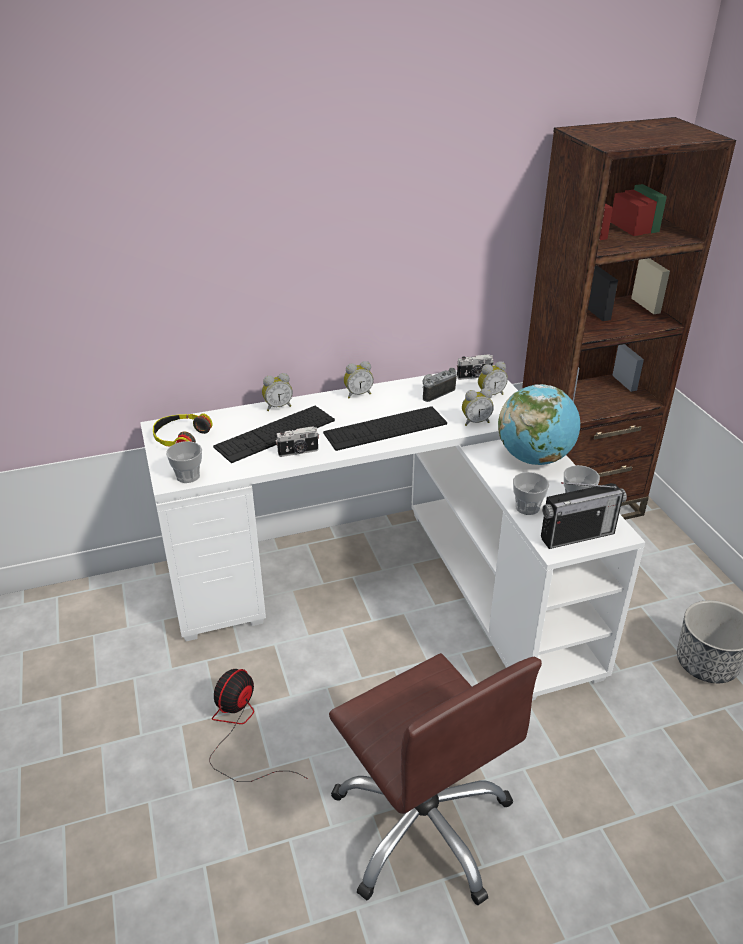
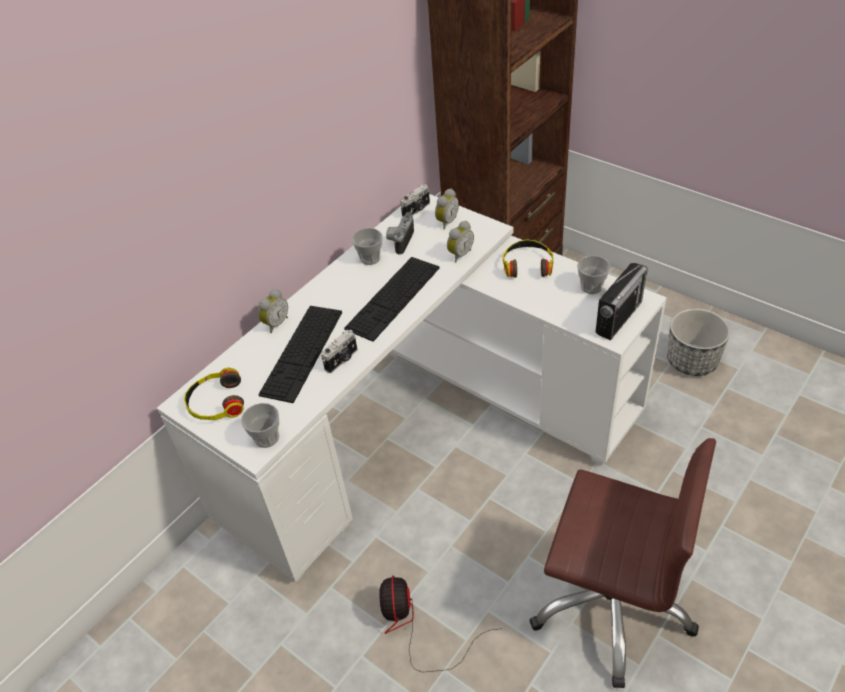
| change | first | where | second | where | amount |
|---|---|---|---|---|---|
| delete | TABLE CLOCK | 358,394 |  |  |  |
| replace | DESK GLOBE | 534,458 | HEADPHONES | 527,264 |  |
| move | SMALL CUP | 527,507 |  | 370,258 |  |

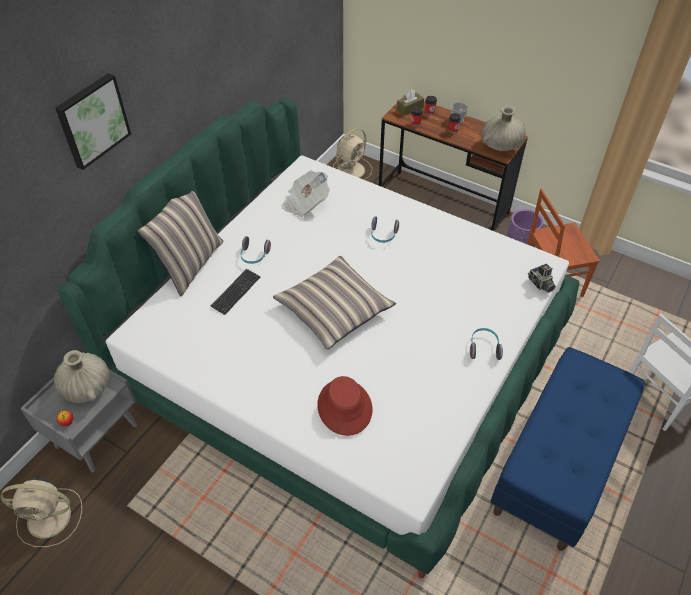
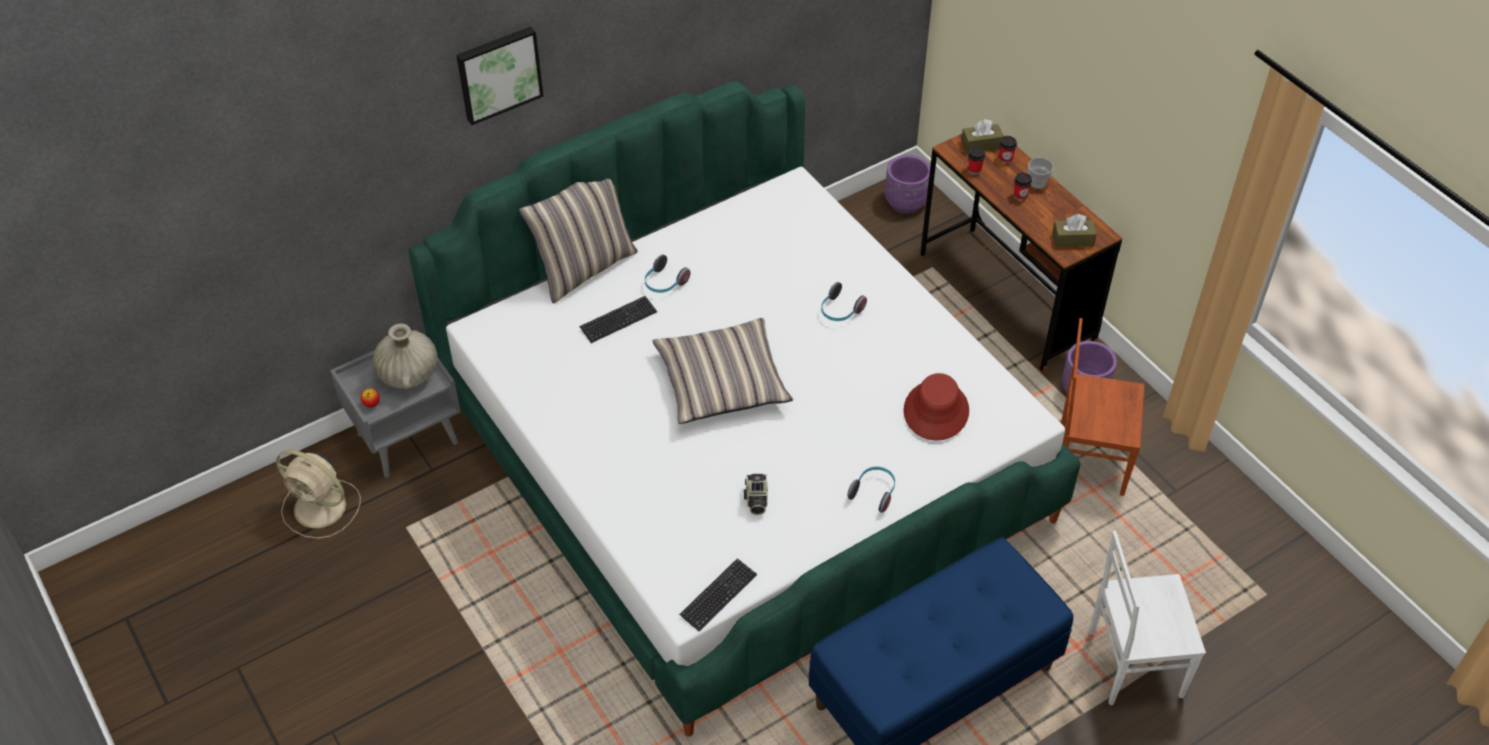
| change | first | where | second | where | amount |
|---|---|---|---|---|---|
| replace | SAND-COLOURED DECORATIVE VASE | 501,145 | BROWN-COLOURED TISSUE BOX | 1073,239 |  |
| replace | SAND-COLOURED COOLING FAN | 352,169 | PURPLE PLANT POT | 905,203 |  |
| delete | PRINTED PAPER | 305,203 |  |  |  |
| move | STILL CAMERA | 540,284 |  | 755,500 |  |
| move | REDDISH CLOTHING HAT | 344,407 |  | 935,411 |  |
| insert |  |  | KEYBOARD | 718,595 |  |

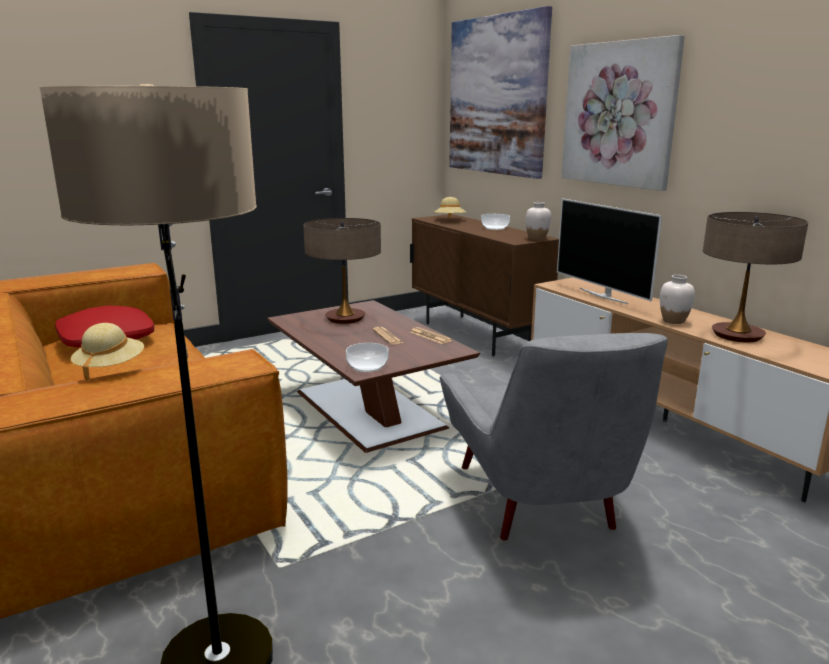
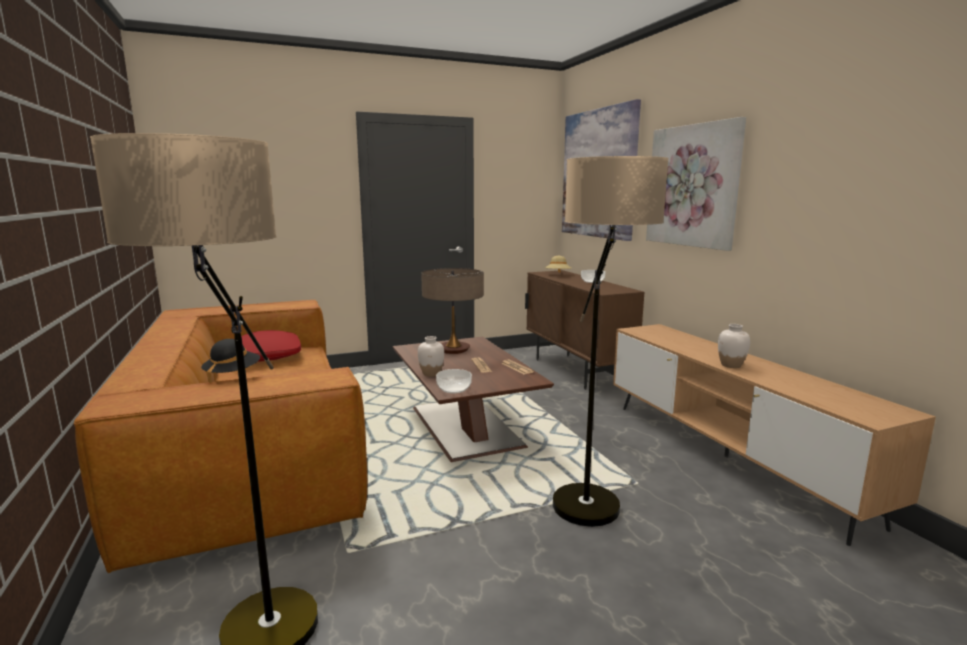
| change | first | where | second | where | amount |
|---|---|---|---|---|---|
| delete | TELEVISION | 603,296 |  |  |  |
| move | WHITE DECORATIVE VASE | 537,238 |  | 431,374 |  |
| delete | TABLETOP LAMP | 737,335 |  |  |  |
| recolor | SAND-COLOURED CLOTHING HAT | 110,368 | BLACK CLOTHING HAT | 232,374 |  |
| replace | GREY LOUNGE CHAIR | 542,505 | STANDING LAMP | 590,523 |  |

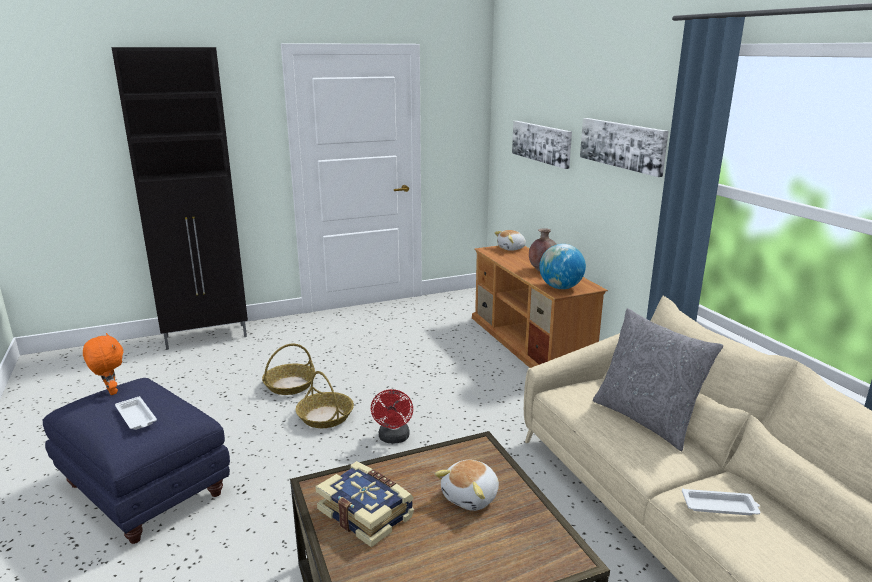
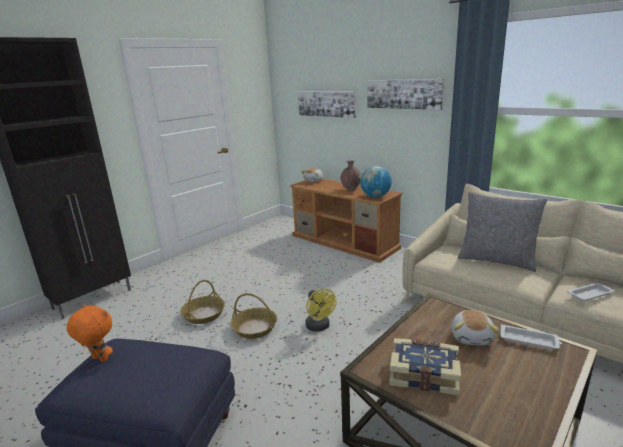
| change | first | where | second | where | amount |
|---|---|---|---|---|---|
| recolor | REDDISH COOLING FAN | 393,438 | YELLOWISH COOLING FAN | 319,327 |  |
| move | WHITE SERVING TRAY | 136,417 |  | 529,340 |  |

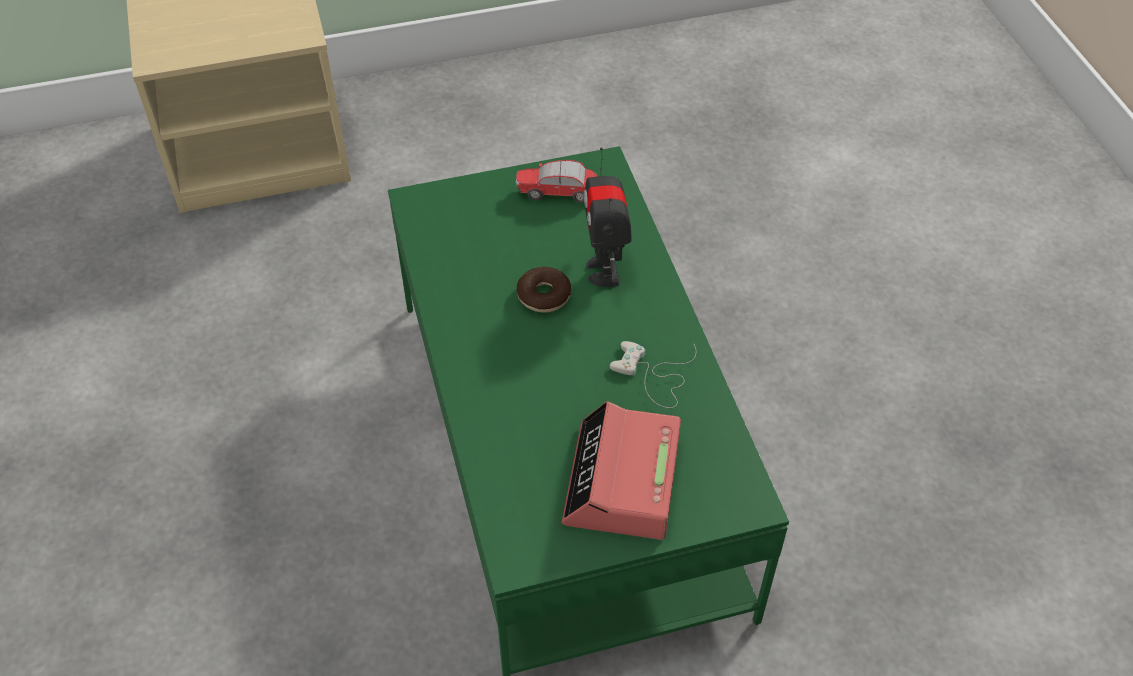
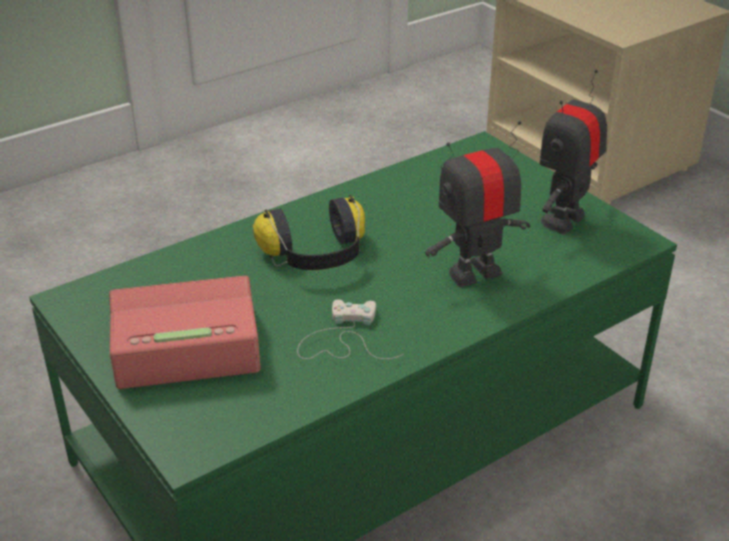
| change | first | where | second | where | amount |
|---|---|---|---|---|---|
| replace | MODEL CAR | 558,193 | MODEL ROBOT | 563,220 |  |
| delete | DOUGHNUT | 544,296 |  |  |  |
| insert |  |  | HEADPHONES | 316,256 |  |

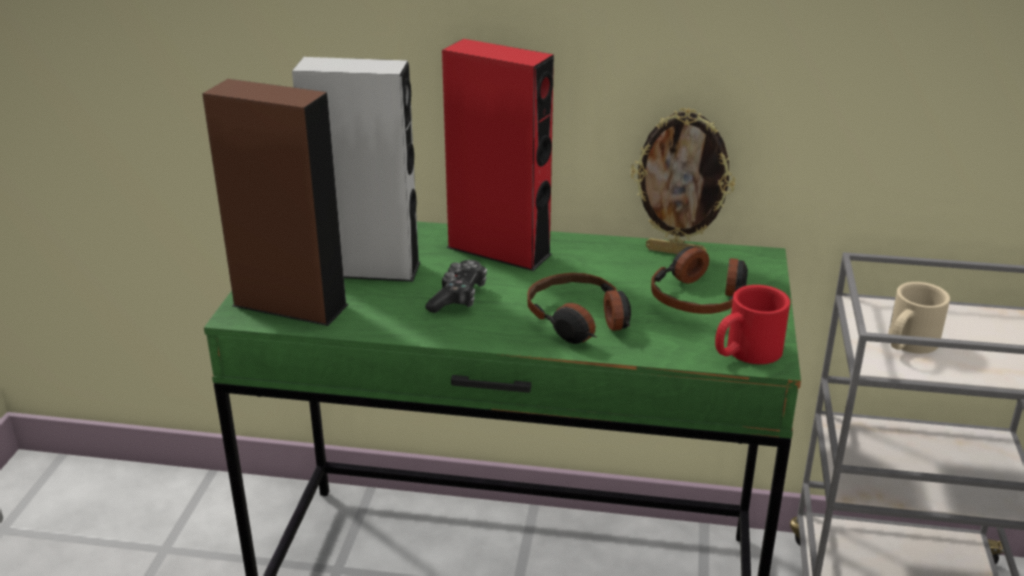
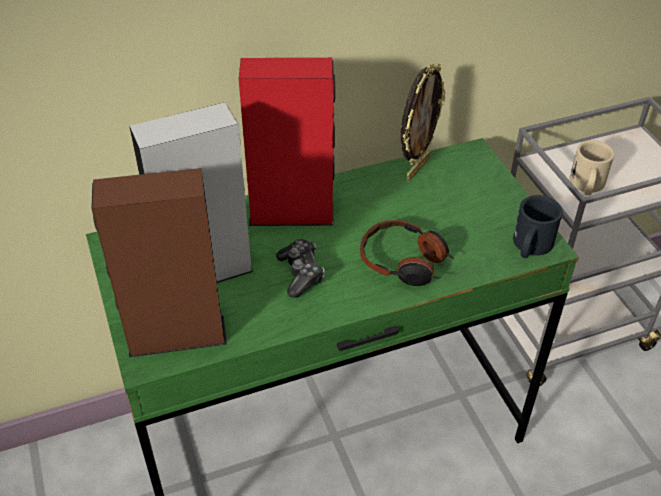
| change | first | where | second | where | amount |
|---|---|---|---|---|---|
| rotate | STANDING FRAME | 676,252 |  | 416,168 | 45 degrees counterclockwise |
| delete | HEADPHONES | 700,297 |  |  |  |
| recolor | REDDISH COFFEE MUG | 745,353 | BLACK COFFEE MUG | 530,247 |  |

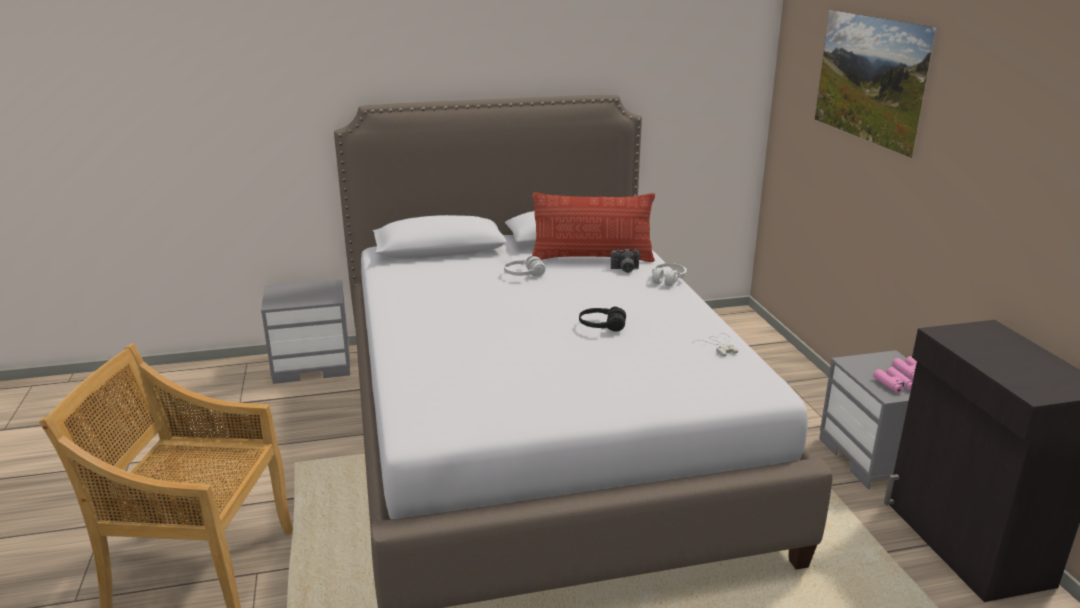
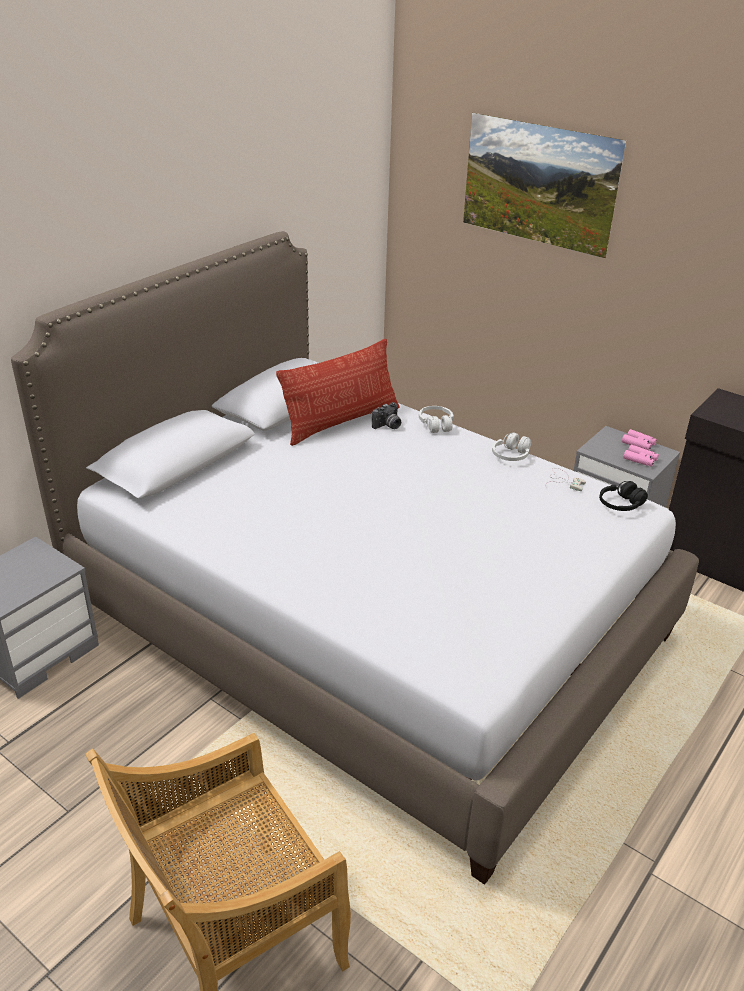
| change | first | where | second | where | amount |
|---|---|---|---|---|---|
| move | WHITE HEADPHONES | 524,275 |  | 511,455 |  |
| move | BLACK HEADPHONES | 602,326 |  | 621,505 |  |

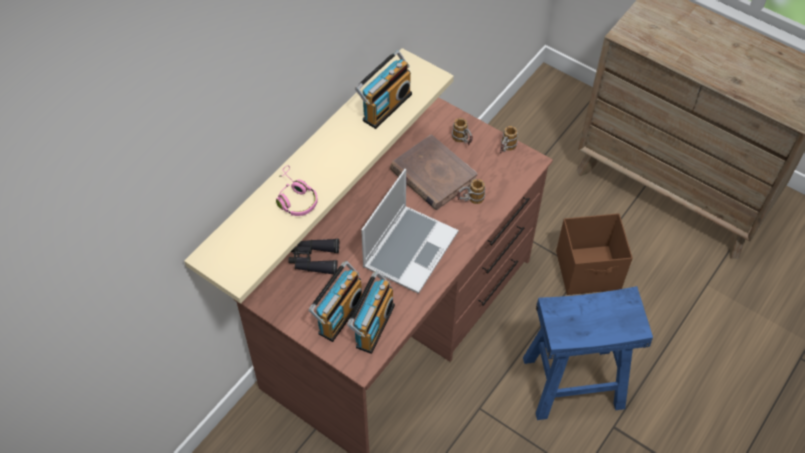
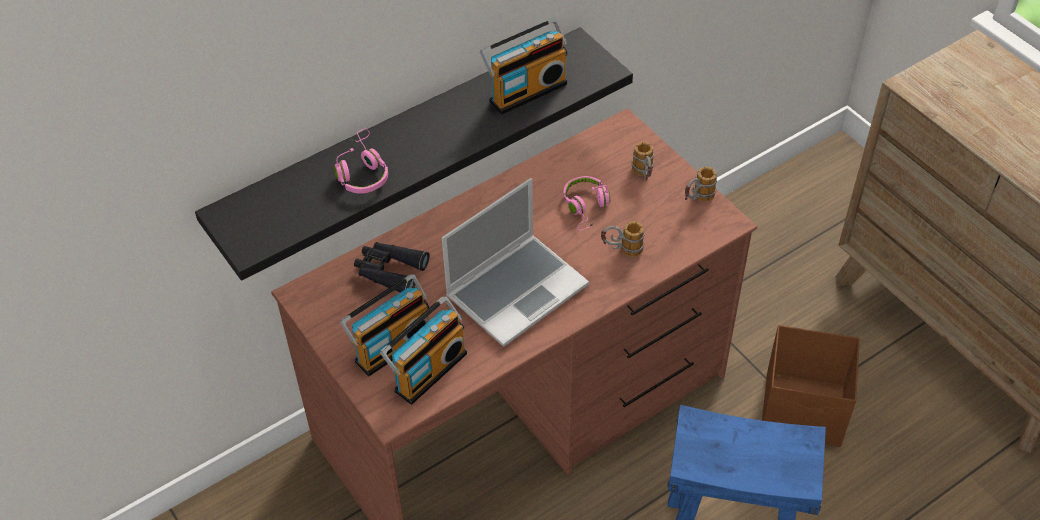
| change | first | where | second | where | amount |
|---|---|---|---|---|---|
| recolor | SAND-COLOURED BRACKET SHELF | 303,164 | BLACK BRACKET SHELF | 402,141 |  |
| replace | BROWN-COLOURED BOUND BOOK | 432,175 | PINKISH HEADPHONES | 586,207 |  |

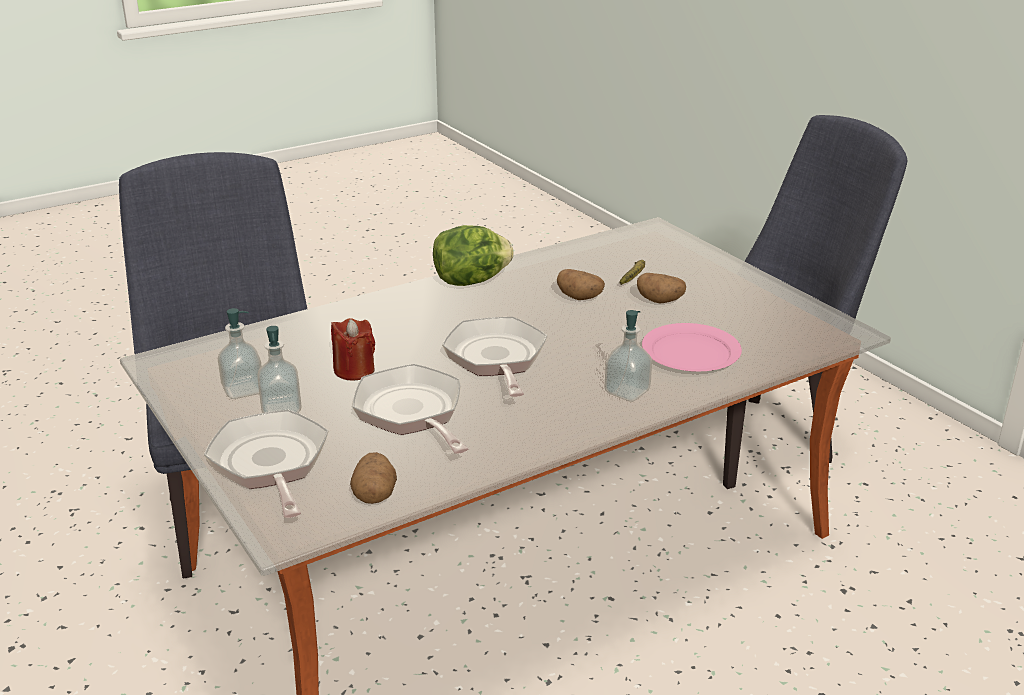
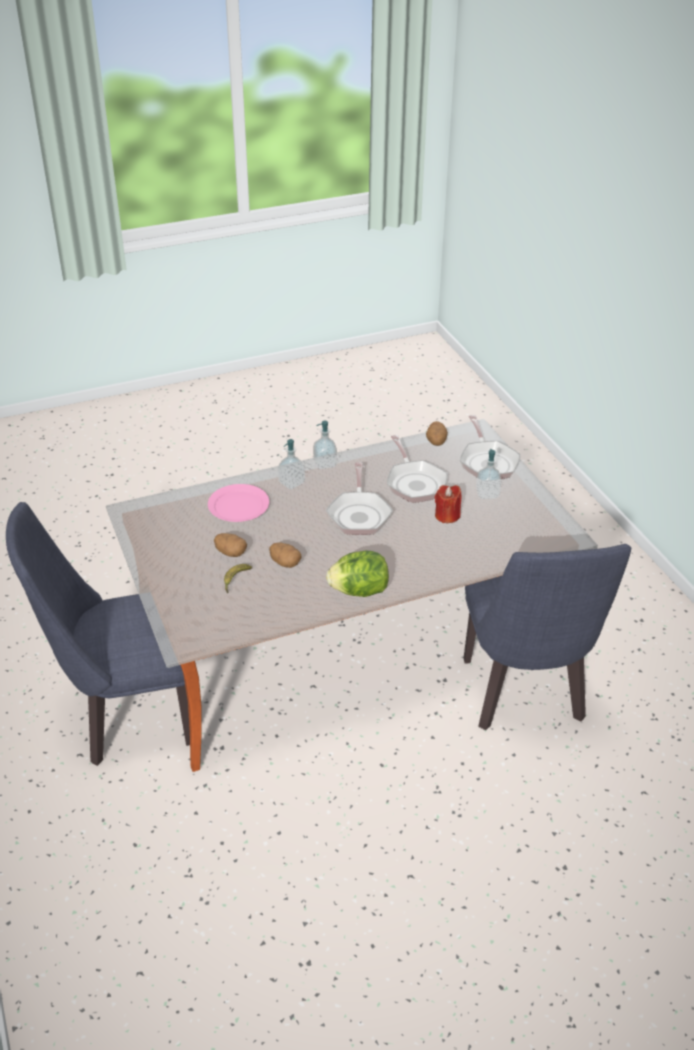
| change | first | where | second | where | amount |
|---|---|---|---|---|---|
| move | LIQUID SOAP BOTTLE | 243,390 |  | 325,463 |  |

